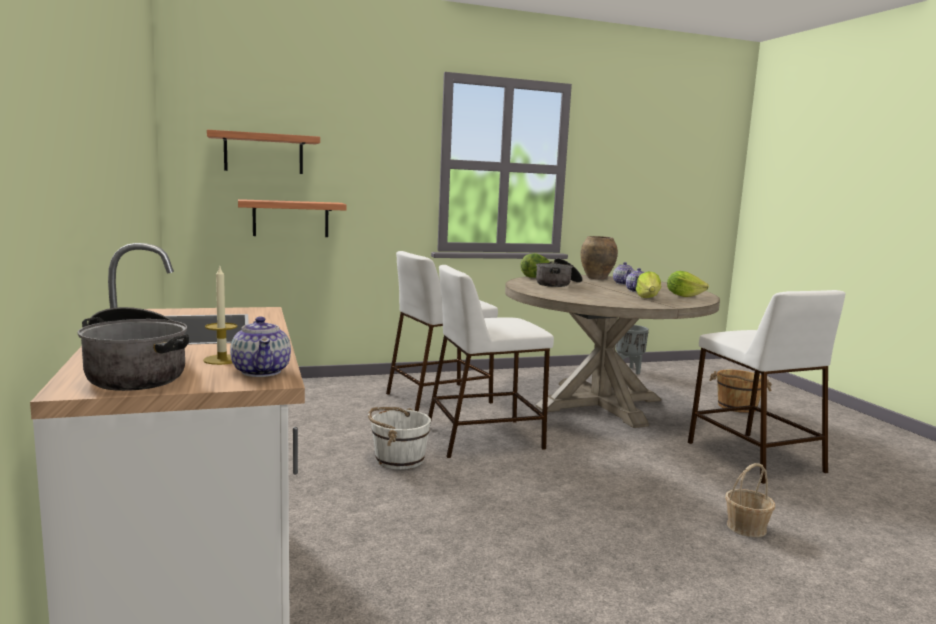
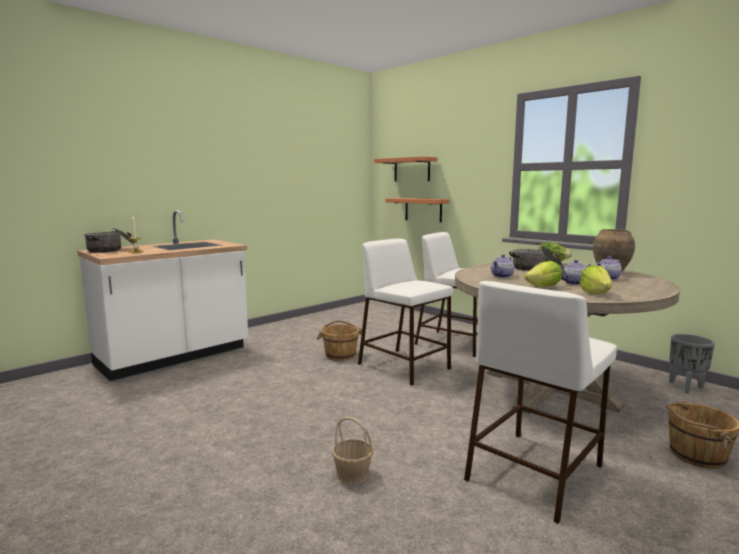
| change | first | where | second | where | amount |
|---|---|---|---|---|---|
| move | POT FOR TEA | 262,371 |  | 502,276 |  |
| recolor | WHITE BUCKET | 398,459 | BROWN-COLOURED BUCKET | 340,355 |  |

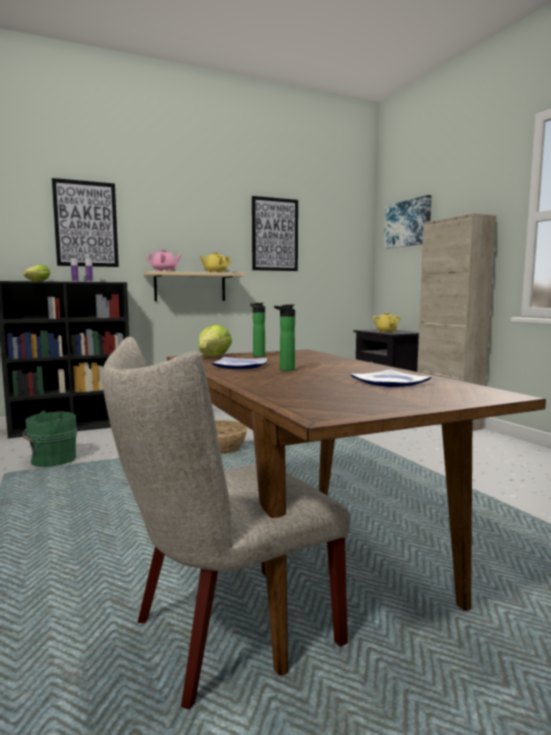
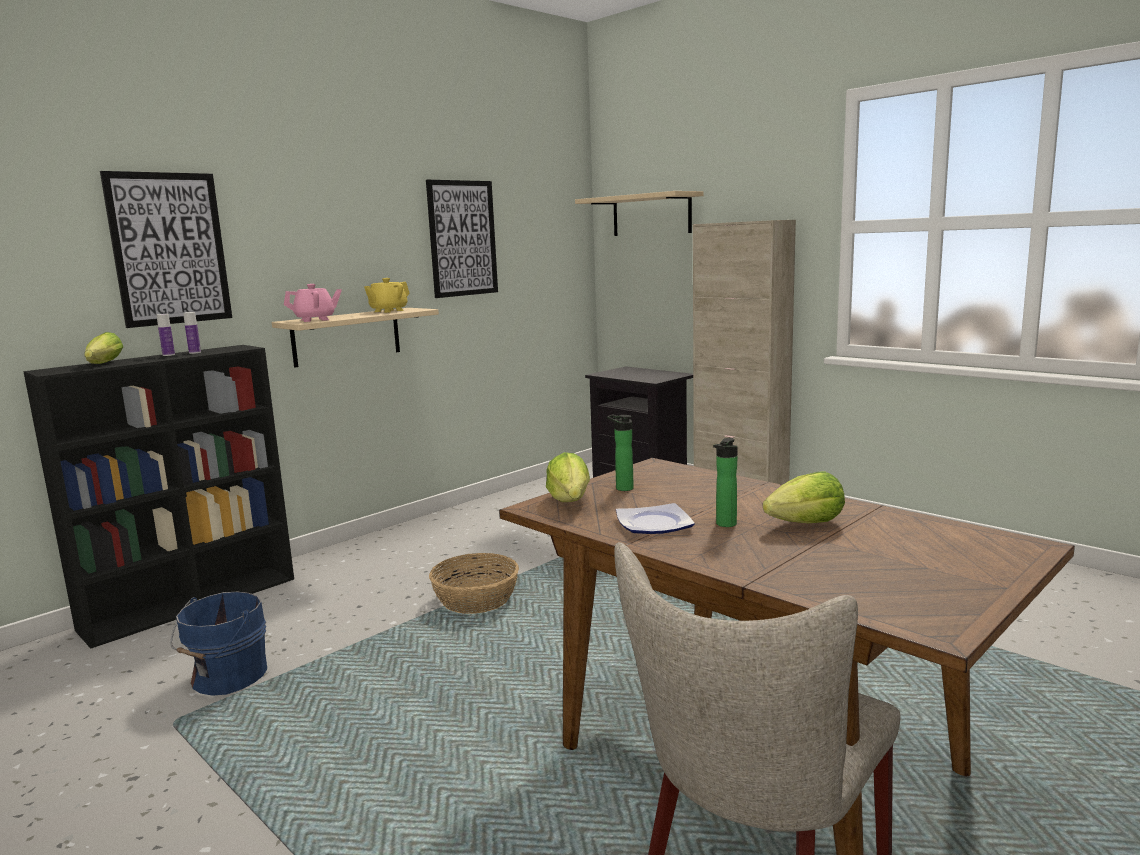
| change | first | where | second | where | amount |
|---|---|---|---|---|---|
| replace | WALL ART | 408,223 | SAND-COLOURED BRACKET SHELF | 651,215 |  |
| delete | YELLOWISH POT FOR TEA | 386,331 |  |  |  |
| delete | PLATE | 388,383 |  |  |  |
| recolor | GREEN-COLOURED BUCKET | 51,460 | BLUISH BUCKET | 226,677 |  |
| insert |  |  | HEAD OF LETTUCE | 806,524 |  |

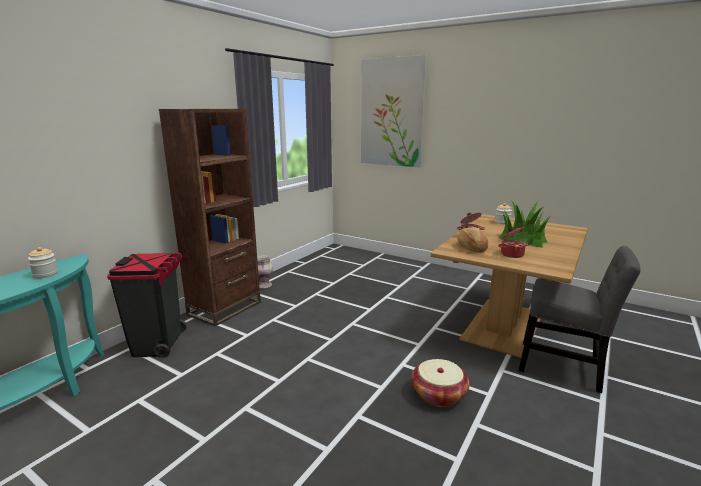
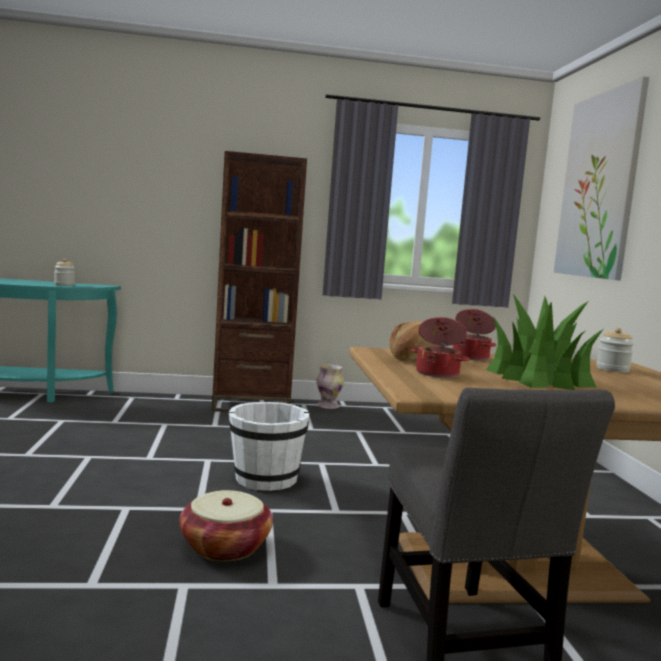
| change | first | where | second | where | amount |
|---|---|---|---|---|---|
| delete | BLACK RUBBISH BIN | 158,344 |  |  |  |
| insert |  |  | WHITE BUCKET | 265,479 |  |

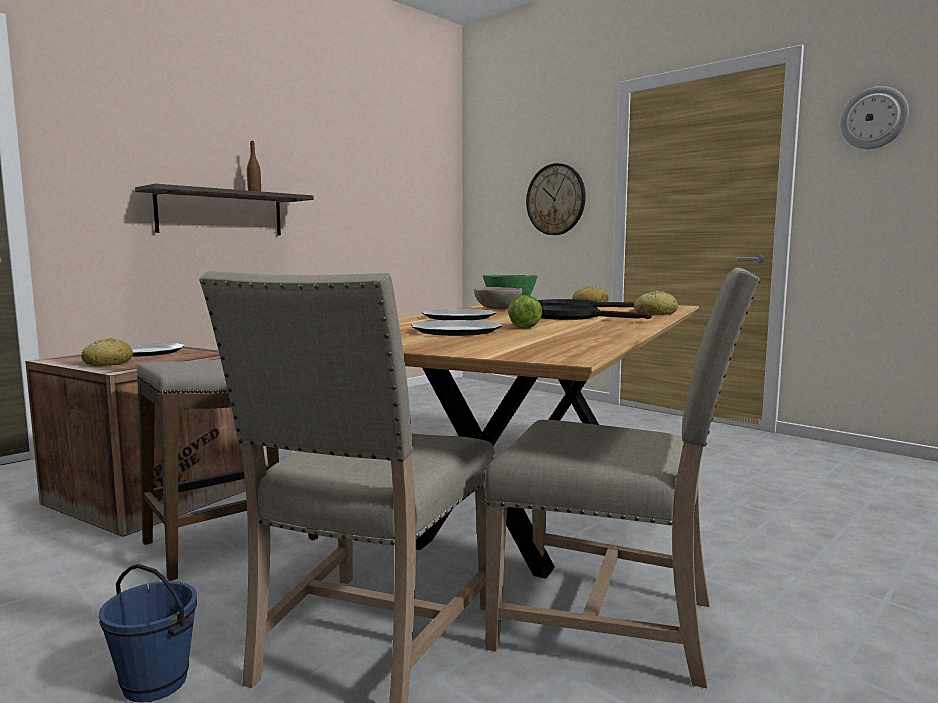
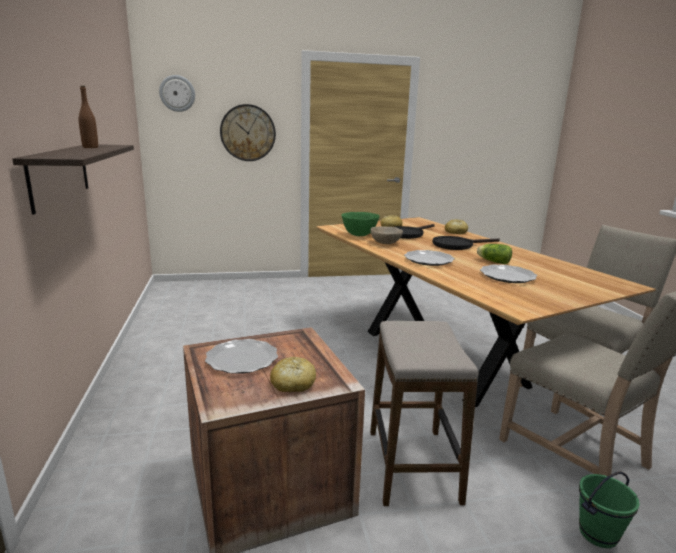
| change | first | where | second | where | amount |
|---|---|---|---|---|---|
| move | CLOCK ON THE WALL | 874,118 |  | 177,93 |  |
| recolor | BLUISH BUCKET | 154,684 | GREEN-COLOURED BUCKET | 598,534 |  |

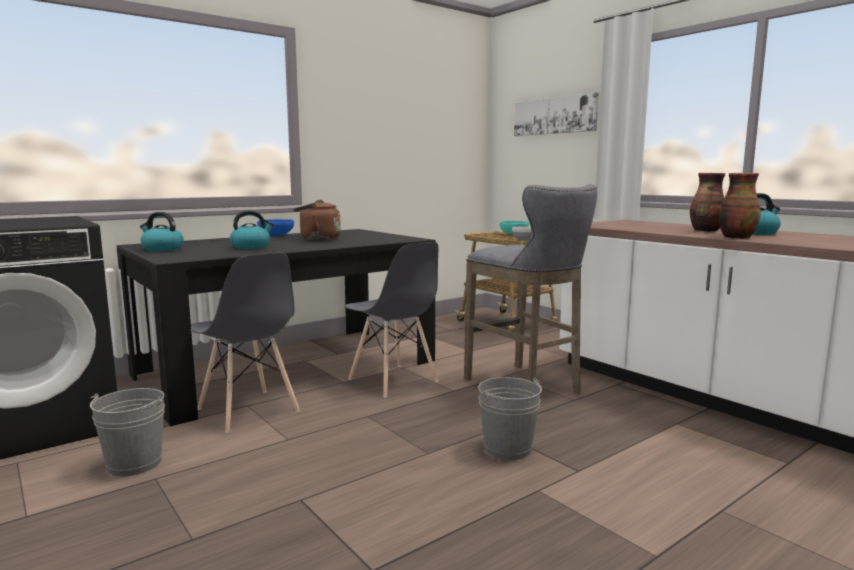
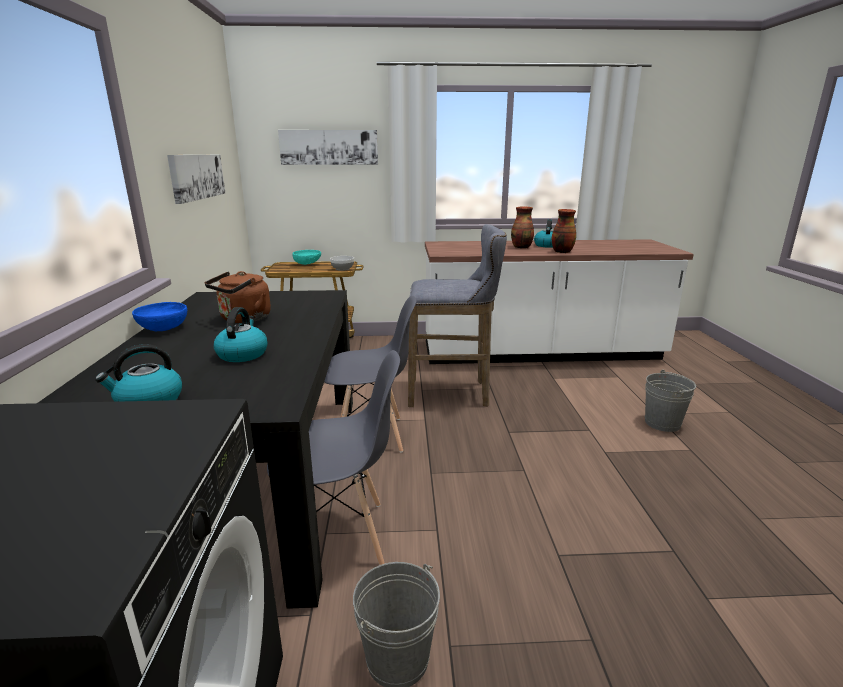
| change | first | where | second | where | amount |
|---|---|---|---|---|---|
| move | GREY BUCKET | 507,449 |  | 662,423 |  |
| insert |  |  | WALL ART | 197,176 |  |

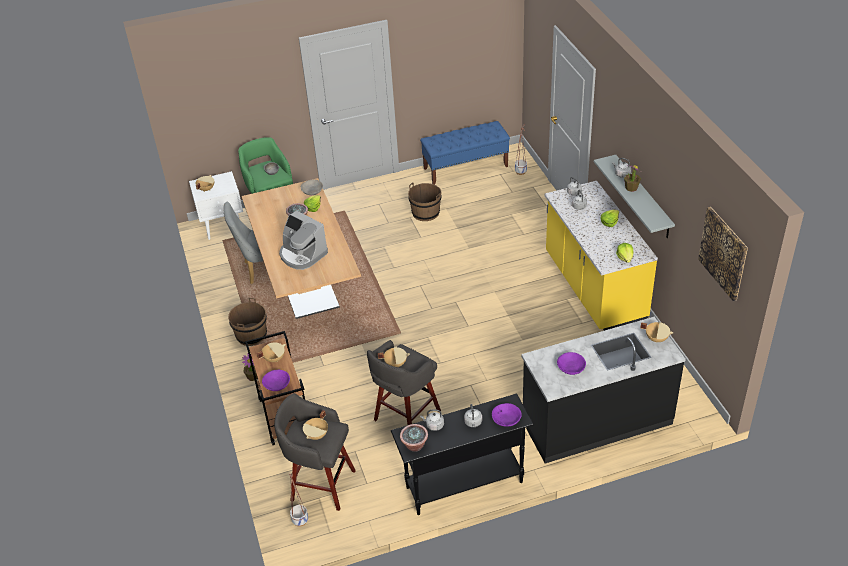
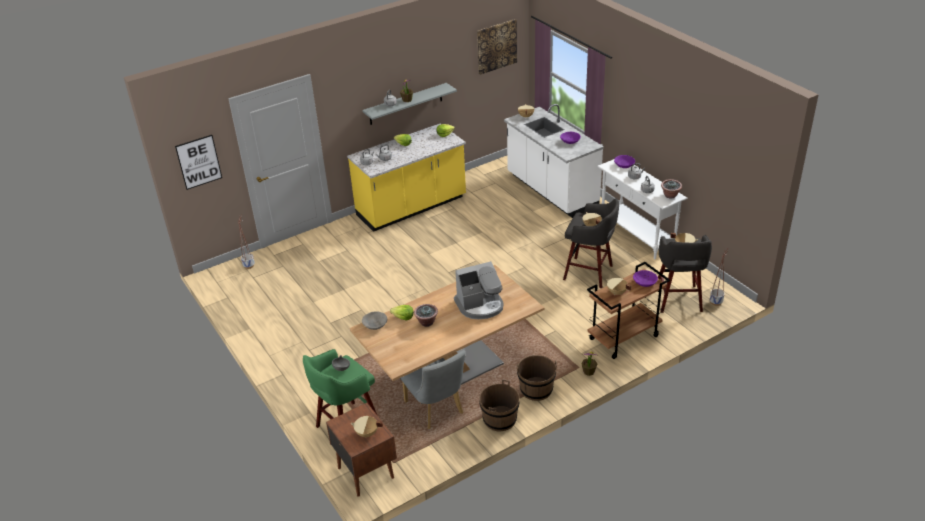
| change | first | where | second | where | amount |
|---|---|---|---|---|---|
| delete | BLUISH LONG SEAT | 466,167 |  |  |  |
| recolor | WHITE BEDSIDE TABLE | 223,226 | BROWN-COLOURED BEDSIDE TABLE | 365,472 |  |
| move | BROWN-COLOURED BUCKET | 425,213 |  | 499,419 |  |
| rotate | COFFEE MACHINE | 302,255 |  | 480,305 | 45 degrees clockwise |
| recolor | BLACK COUNTER | 596,421 | WHITE COUNTER | 551,191 |  |
| recolor | BLACK HALL TABLE | 463,484 | WHITE HALL TABLE | 636,235 |  |
| insert |  |  | WALL ART | 199,162 |  |

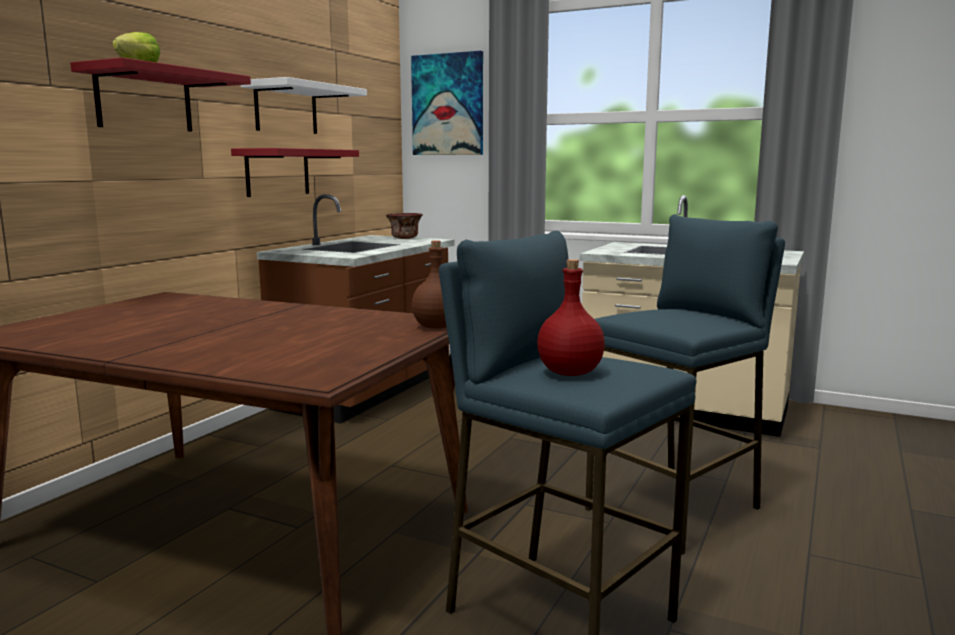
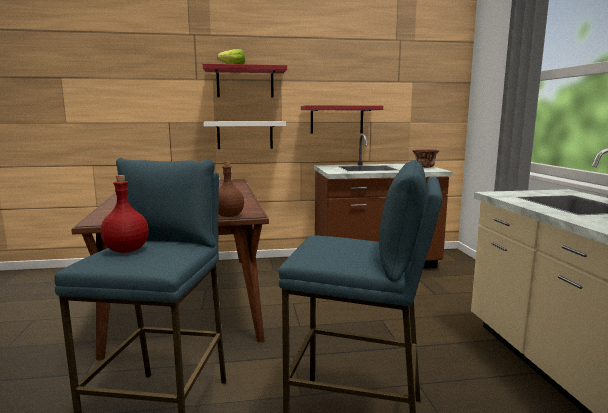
| change | first | where | second | where | amount |
|---|---|---|---|---|---|
| delete | WALL ART | 448,105 |  |  |  |
| move | WHITE BRACKET SHELF | 286,109 |  | 245,135 |  |

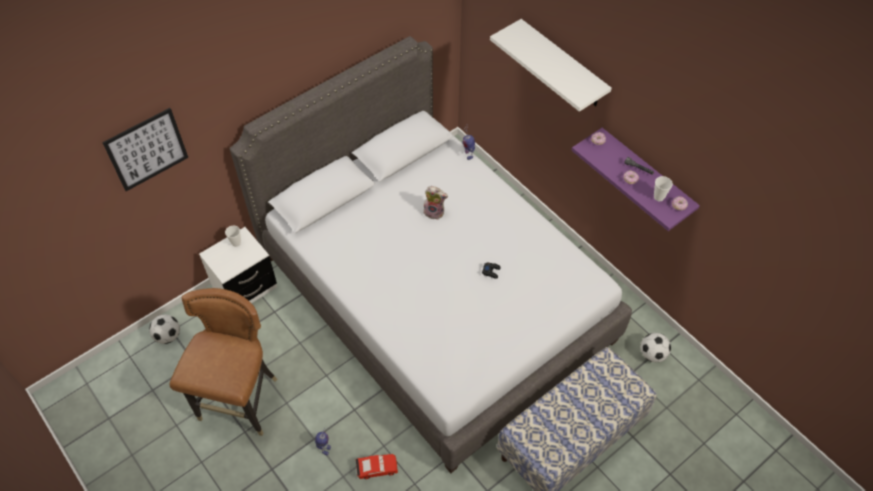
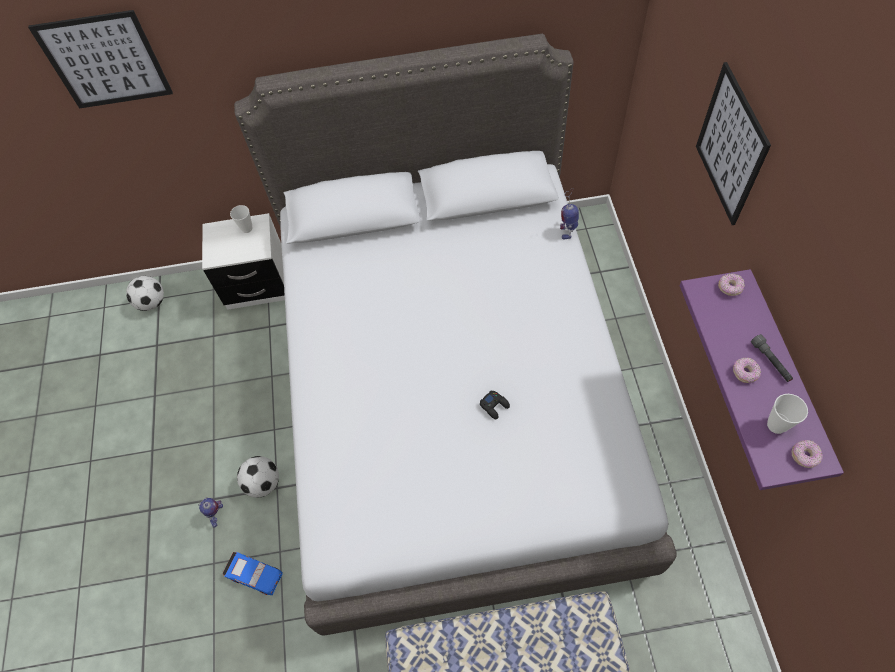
| change | first | where | second | where | amount |
|---|---|---|---|---|---|
| replace | WHITE BRACKET SHELF | 562,65 | WALL ART | 731,145 |  |
| delete | CUDDLY TOY | 435,212 |  |  |  |
| delete | BROWN-COLOURED PLAIN CHAIR | 241,402 |  |  |  |
| move | BALL FOR FOOTBALL | 652,354 |  | 263,483 |  |
| recolor | REDDISH MODEL CAR | 377,468 | BLUISH MODEL CAR | 255,575 |  |

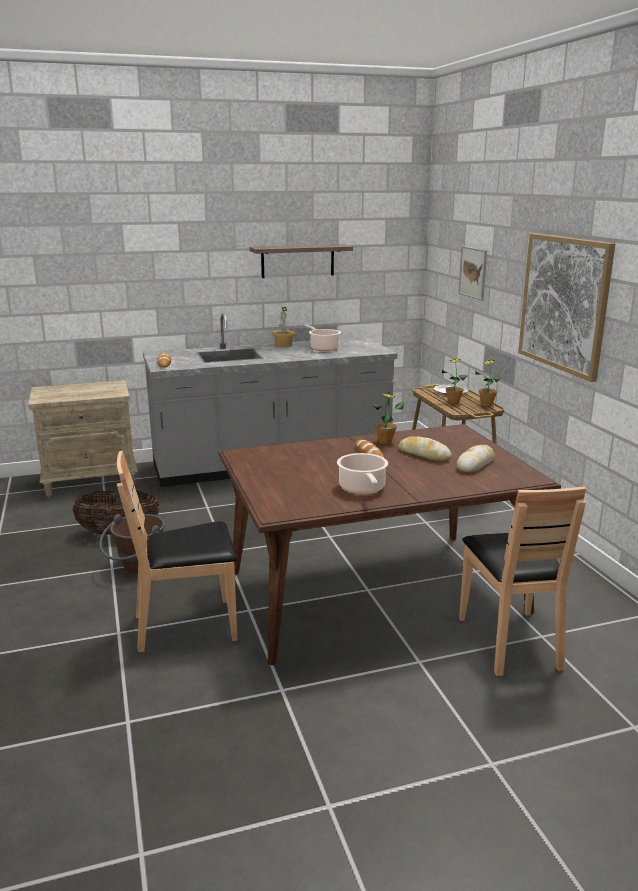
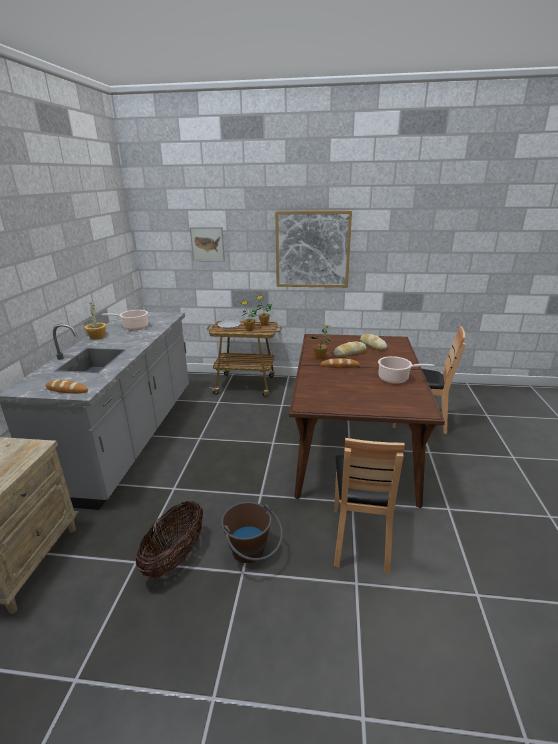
| change | first | where | second | where | amount |
|---|---|---|---|---|---|
| delete | BRACKET SHELF | 297,261 |  |  |  |

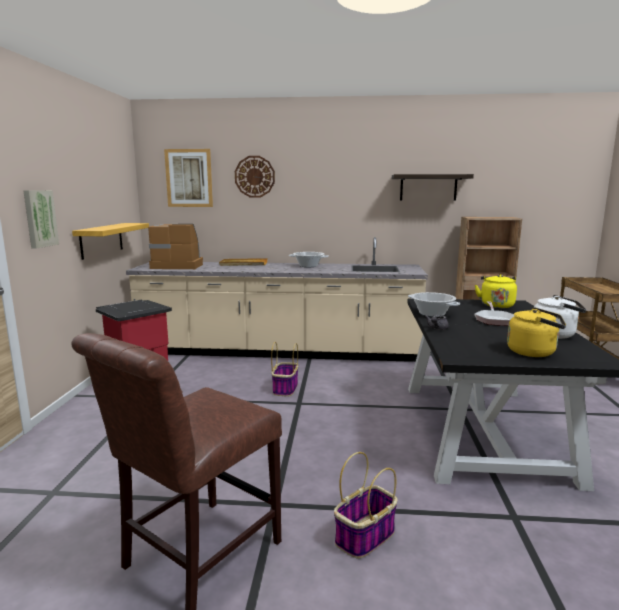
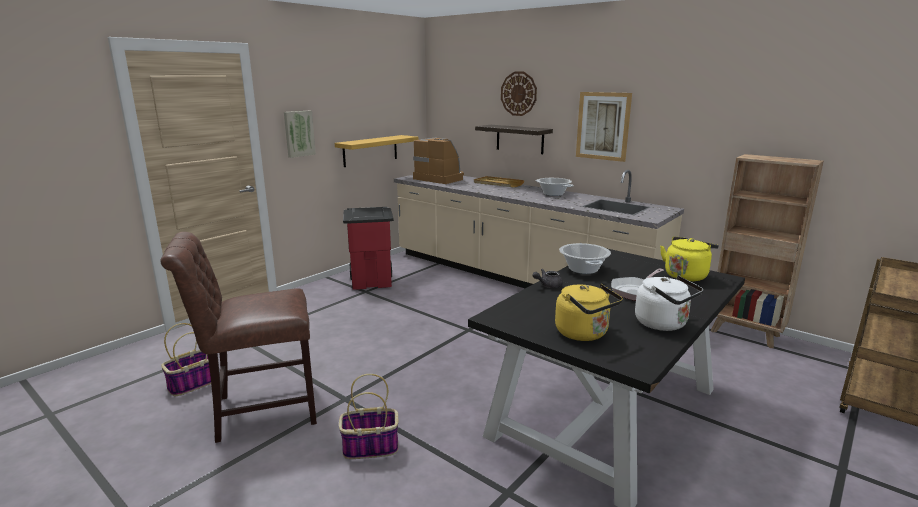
| change | first | where | second | where | amount |
|---|---|---|---|---|---|
| move | WALL ART | 189,178 |  | 603,126 |  |
| move | BRACKET SHELF | 428,187 |  | 520,139 |  |
| move | HOUSEHOLD BASKET | 285,388 |  | 194,383 |  |

